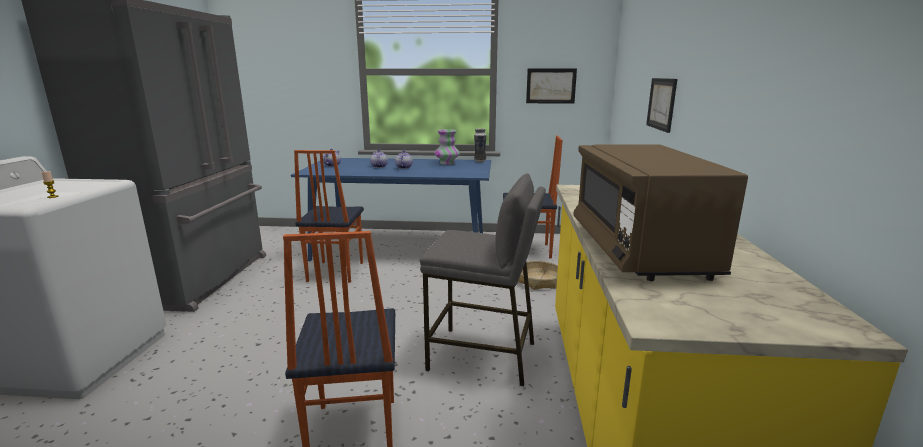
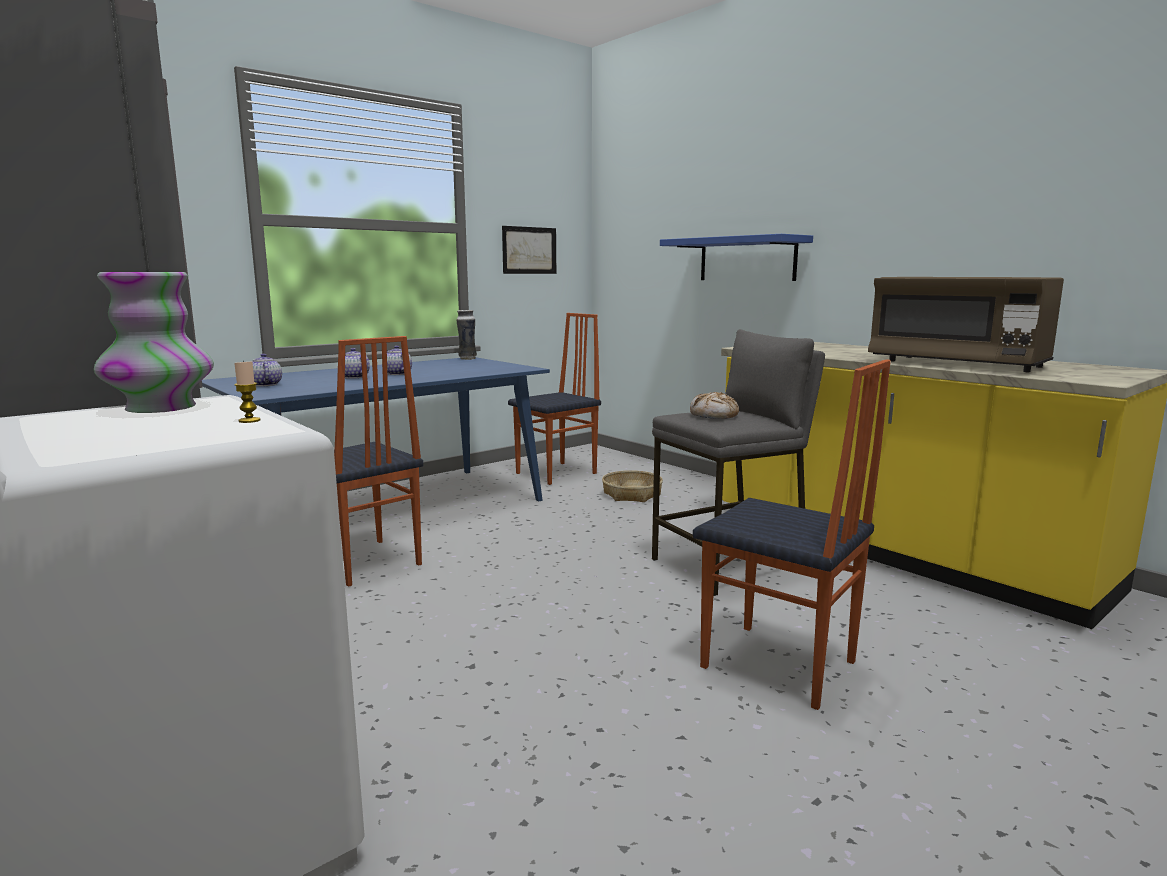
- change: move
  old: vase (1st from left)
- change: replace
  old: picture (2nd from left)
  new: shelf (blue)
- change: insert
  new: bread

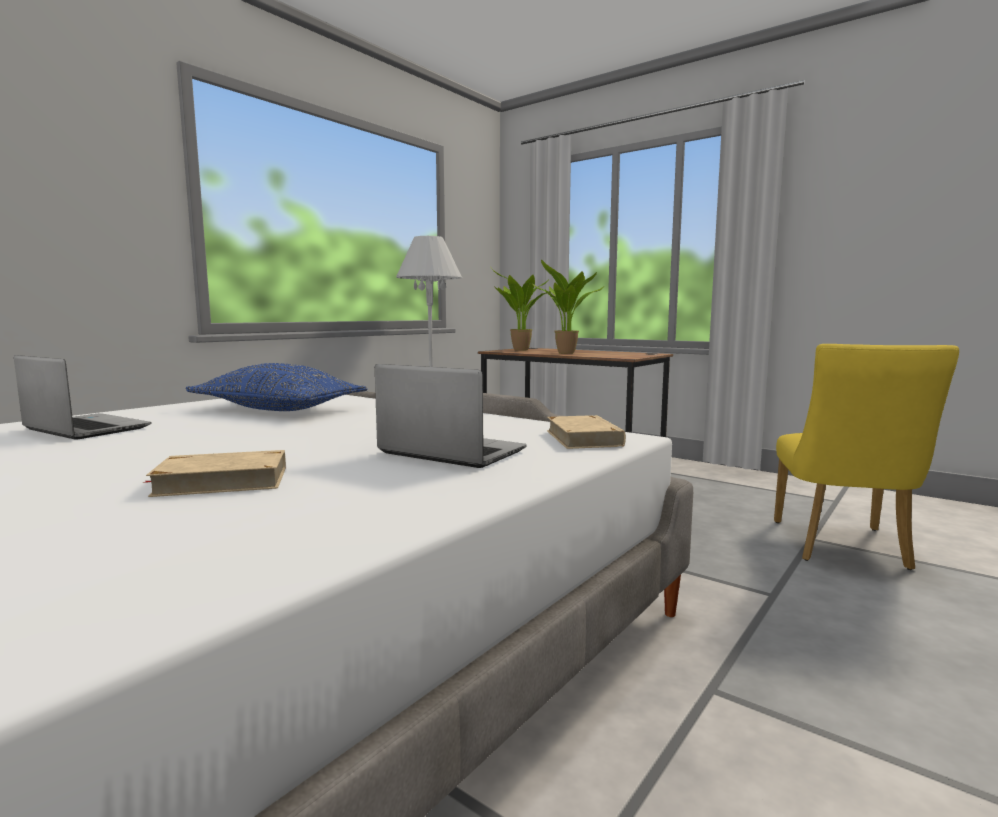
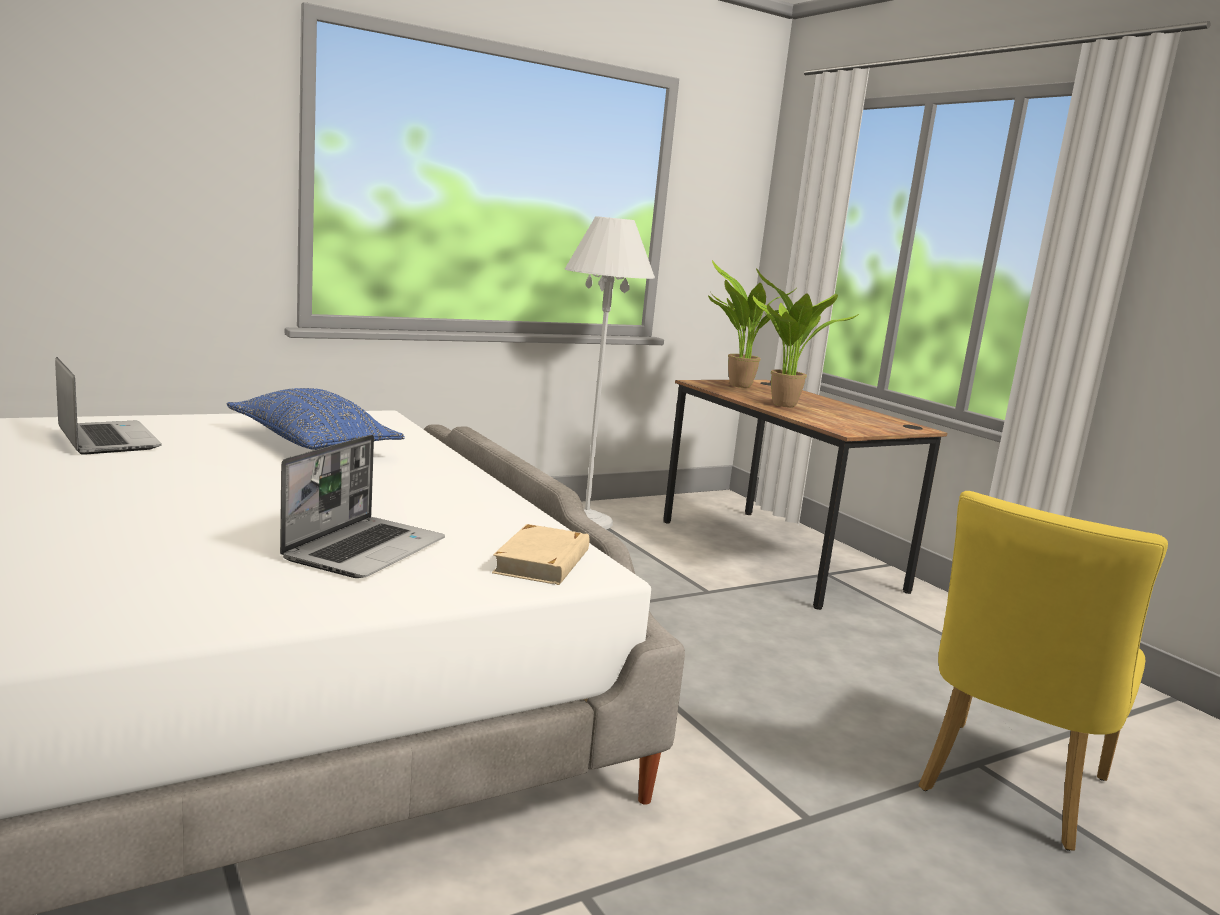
- change: rotate
  old: laptop (2nd from left)
  degrees: 60
- change: delete
  old: book (beige) (1st from left)

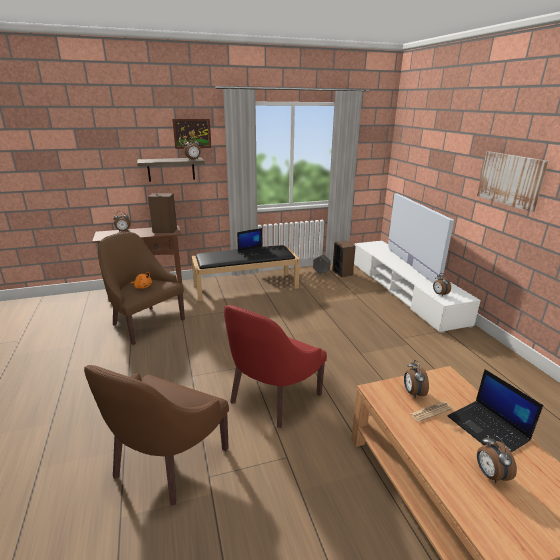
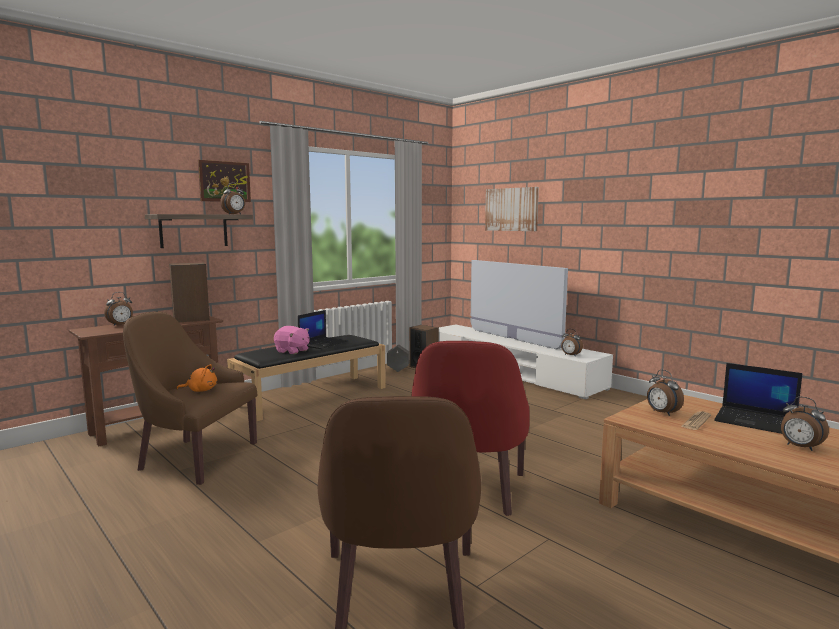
- change: insert
  new: plush toy (pink)
- change: move
  old: picture (2nd from left)

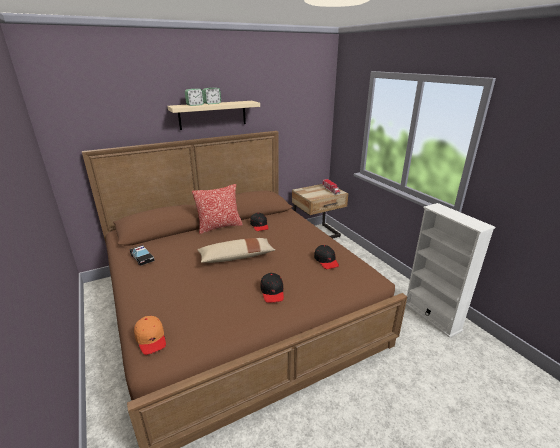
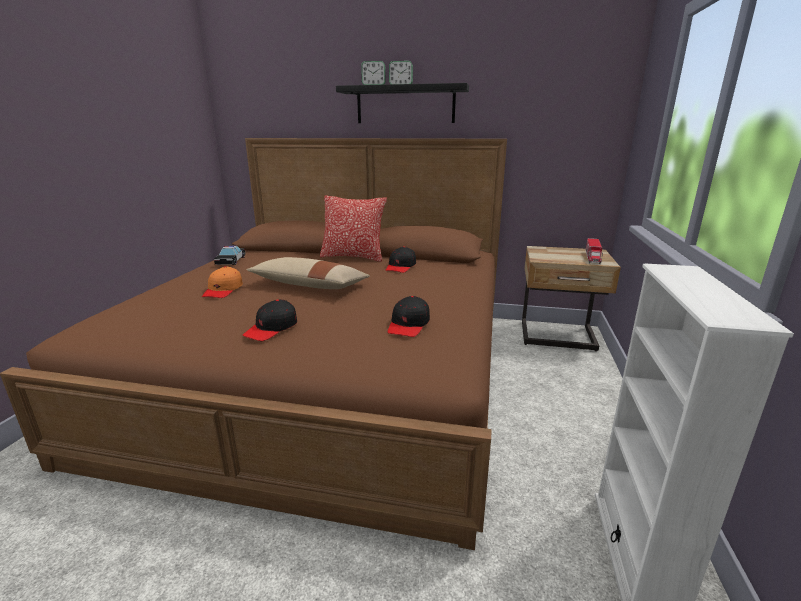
- change: move
  old: cap (orange)
- change: recolor
  old: shelf (beige)
  new: shelf (black)

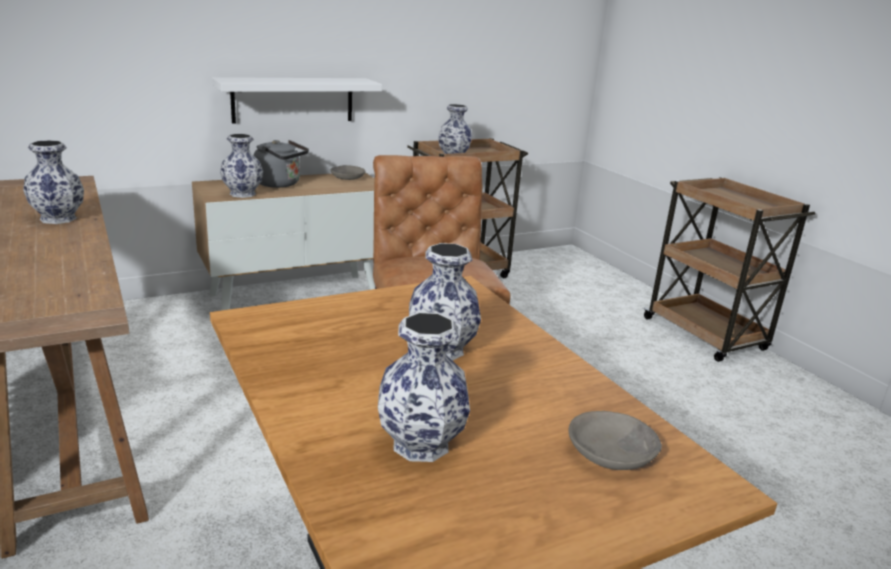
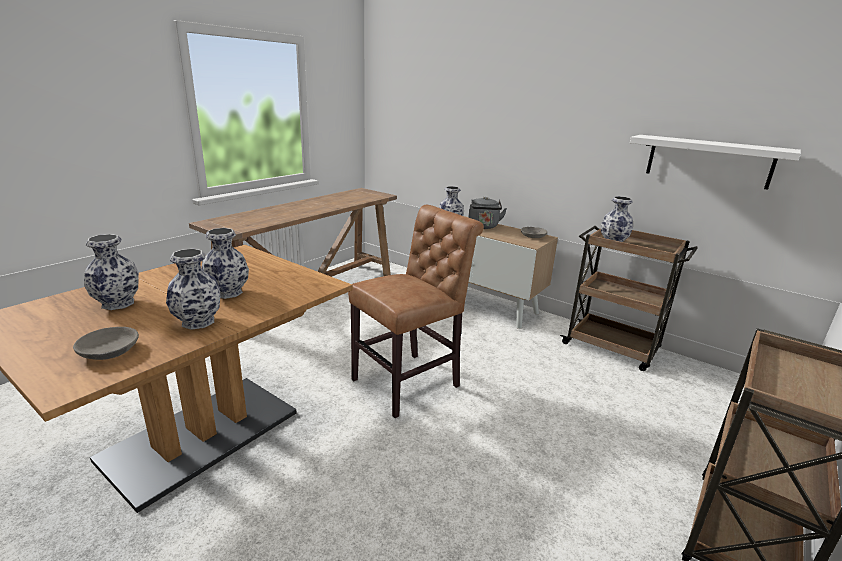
- change: move
  old: vase (1st from left in the first image)
  new: vase (2nd from left)
- change: move
  old: shelf (white)

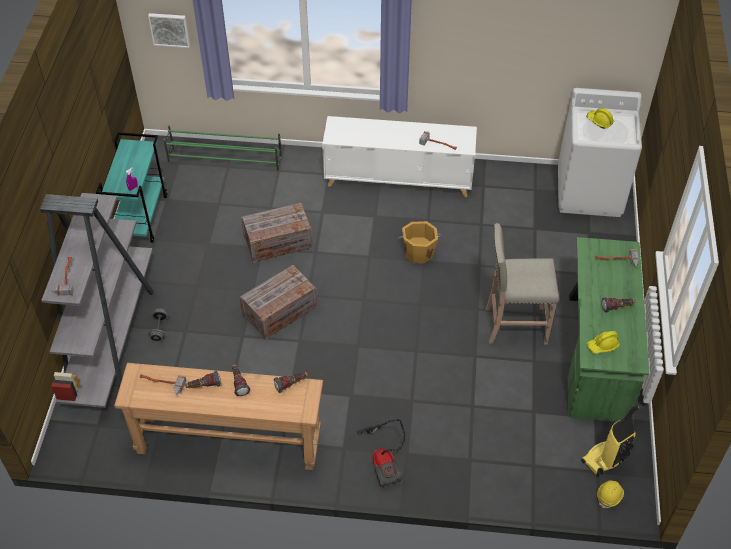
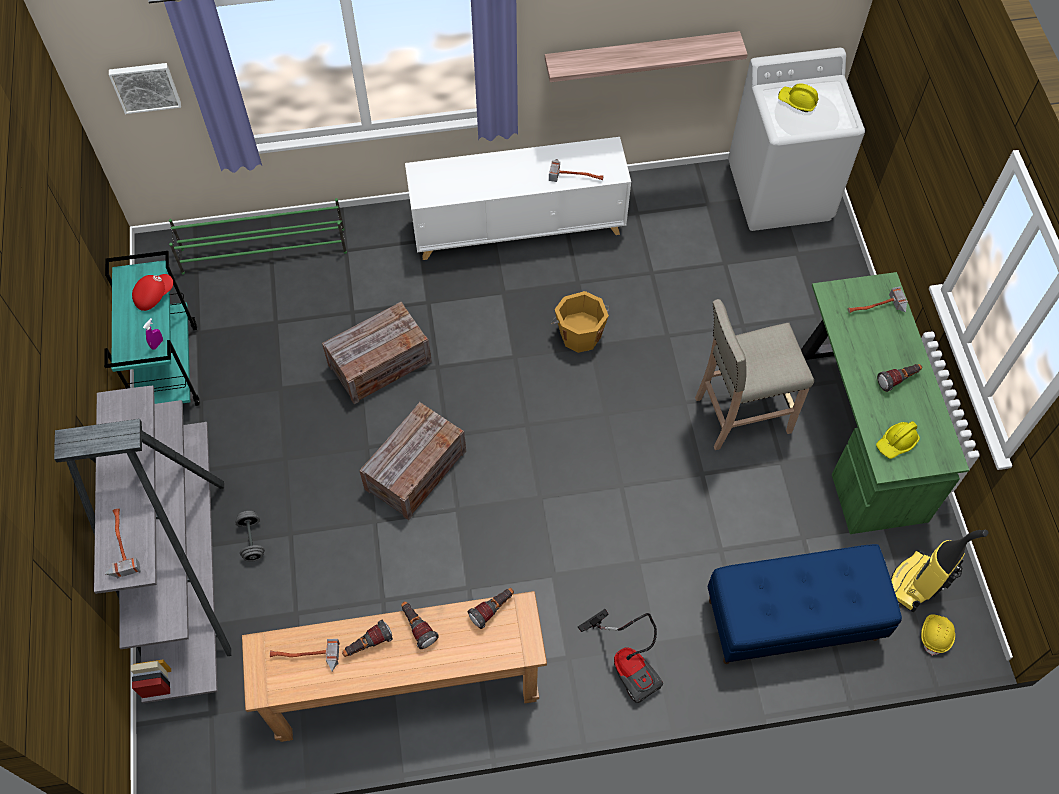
- change: insert
  new: cap (red)
- change: insert
  new: shelf
- change: insert
  new: bench (blue)

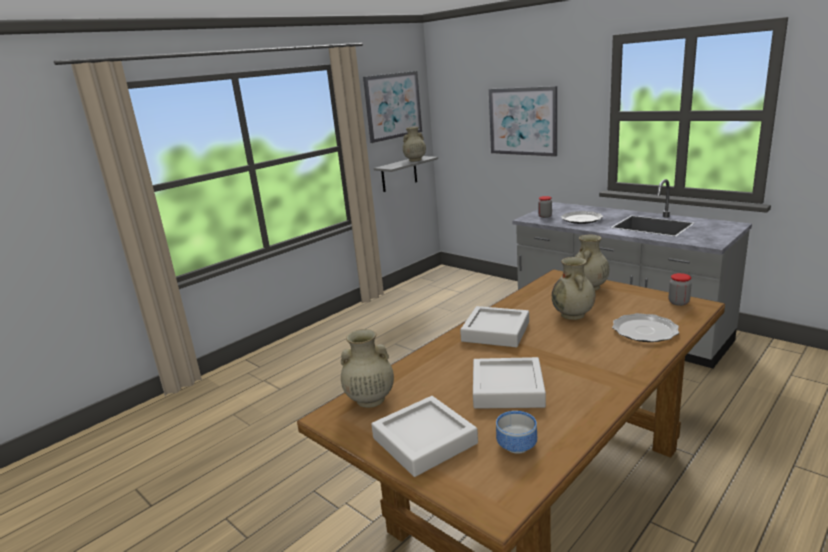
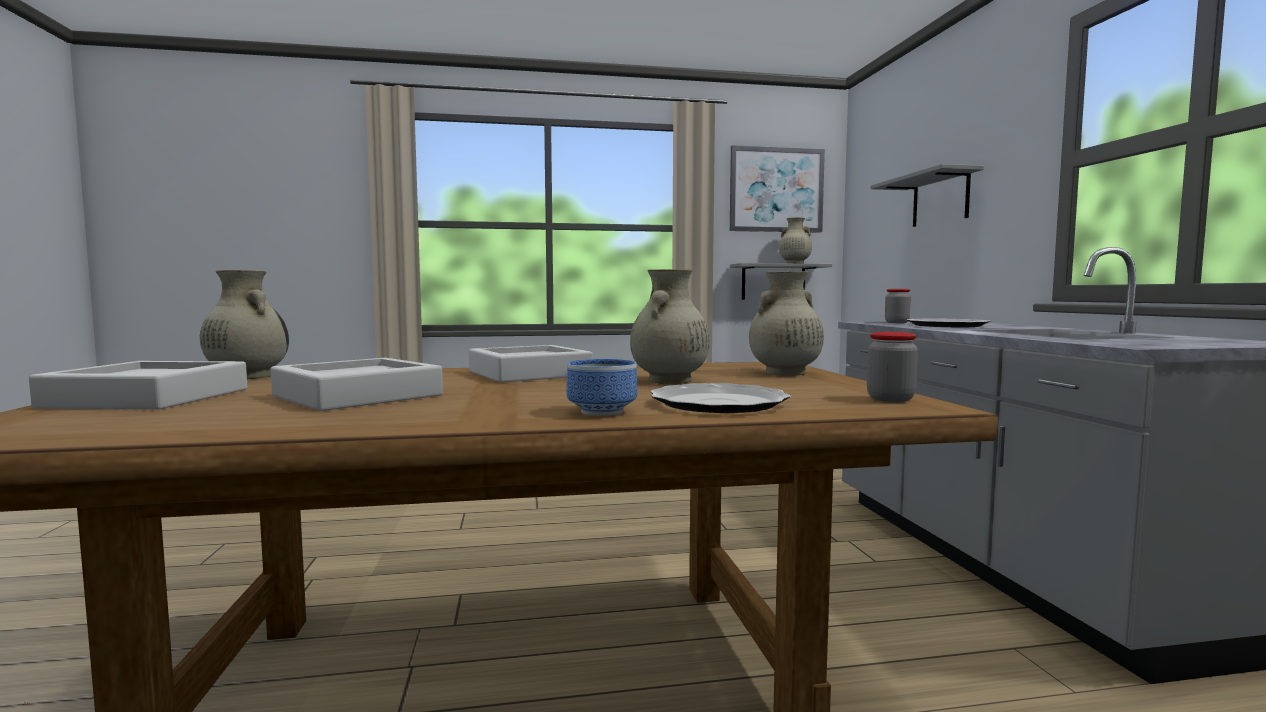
- change: move
  old: bowl
- change: replace
  old: picture (2nd from left)
  new: shelf (grey) (2nd from left)

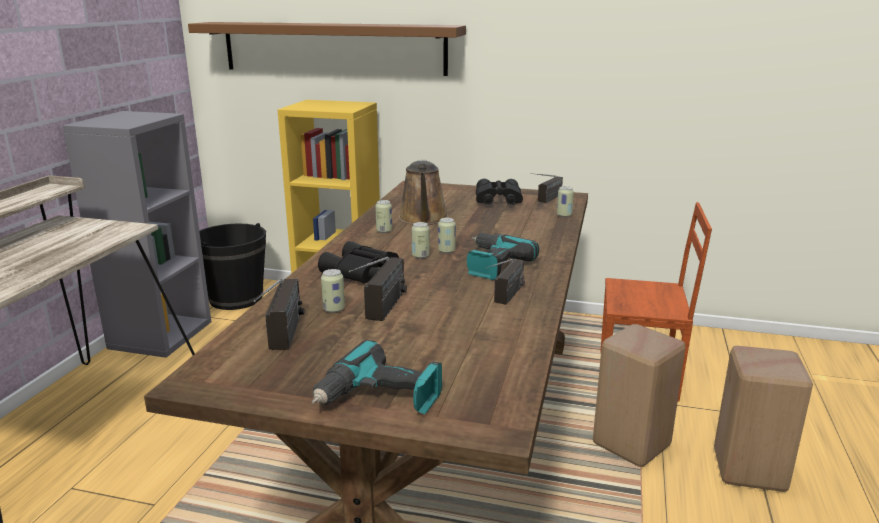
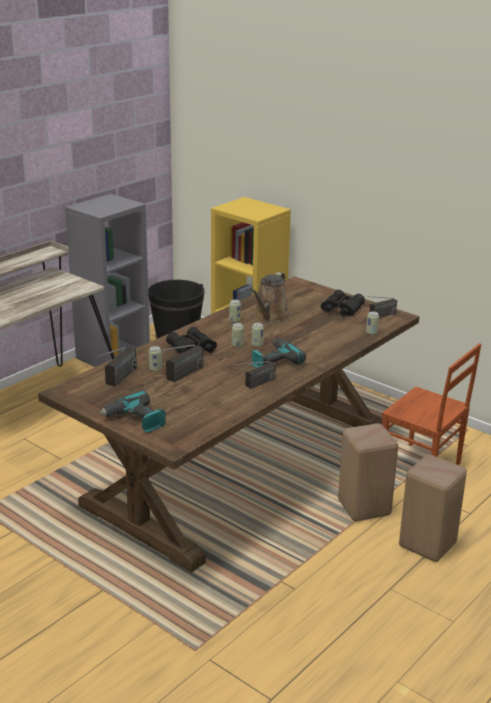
- change: delete
  old: shelf (brown)

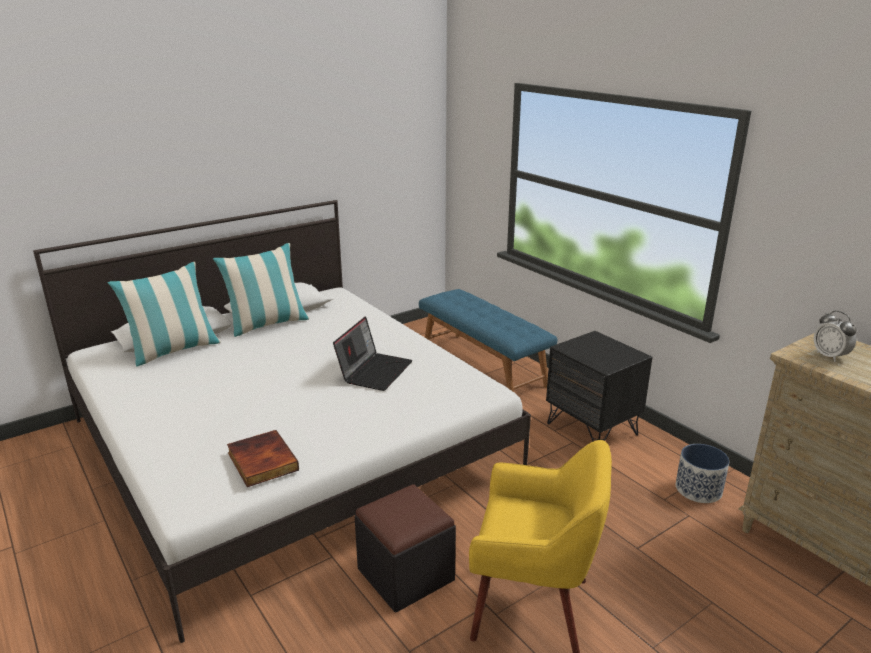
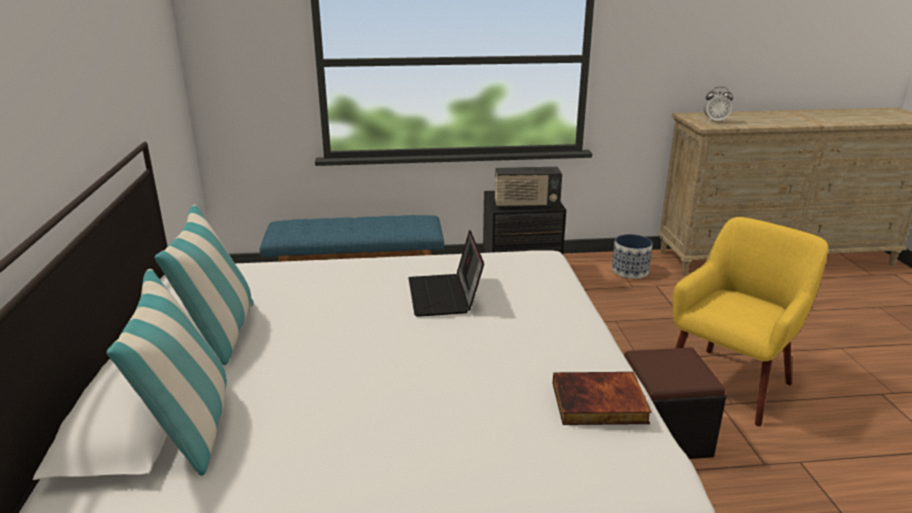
- change: rotate
  old: laptop
  degrees: -150
- change: insert
  new: radio

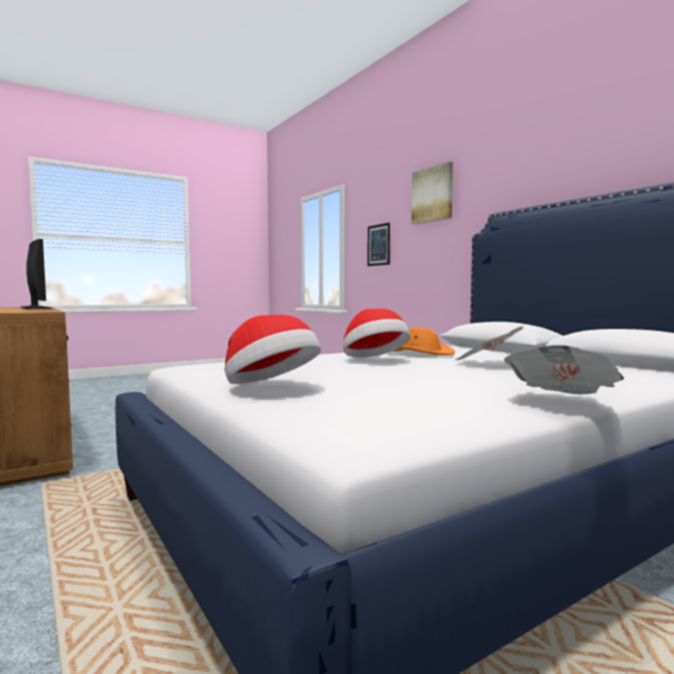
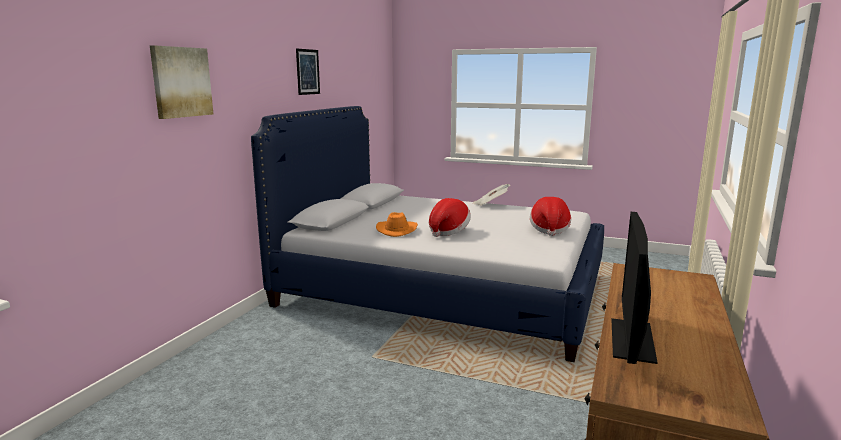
- change: move
  old: picture (1st from left in the first image)
  new: picture (2nd from left)
- change: delete
  old: newspaper (1st from left)

